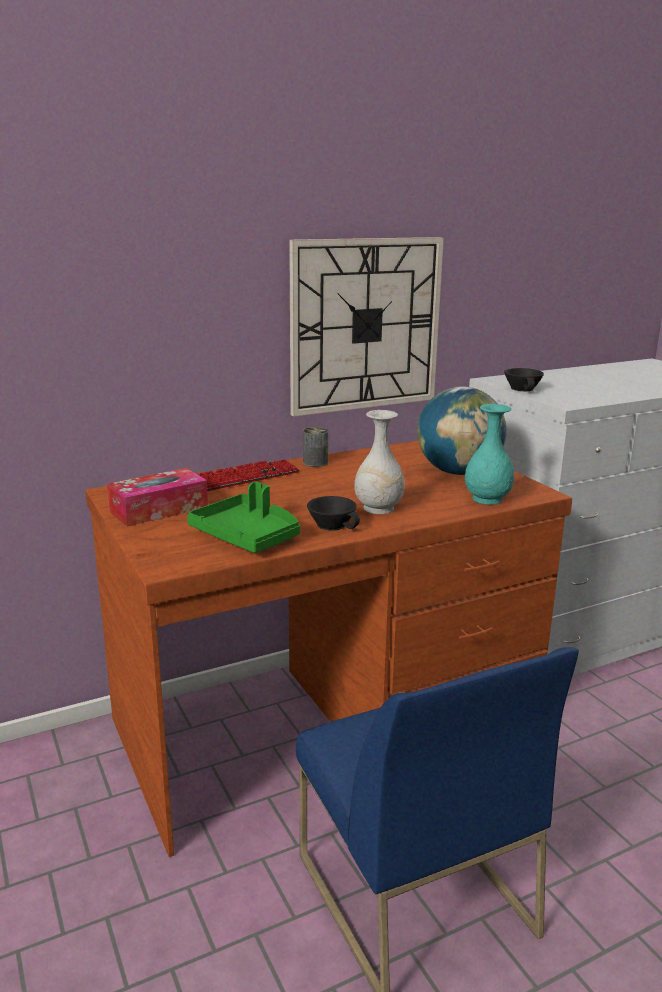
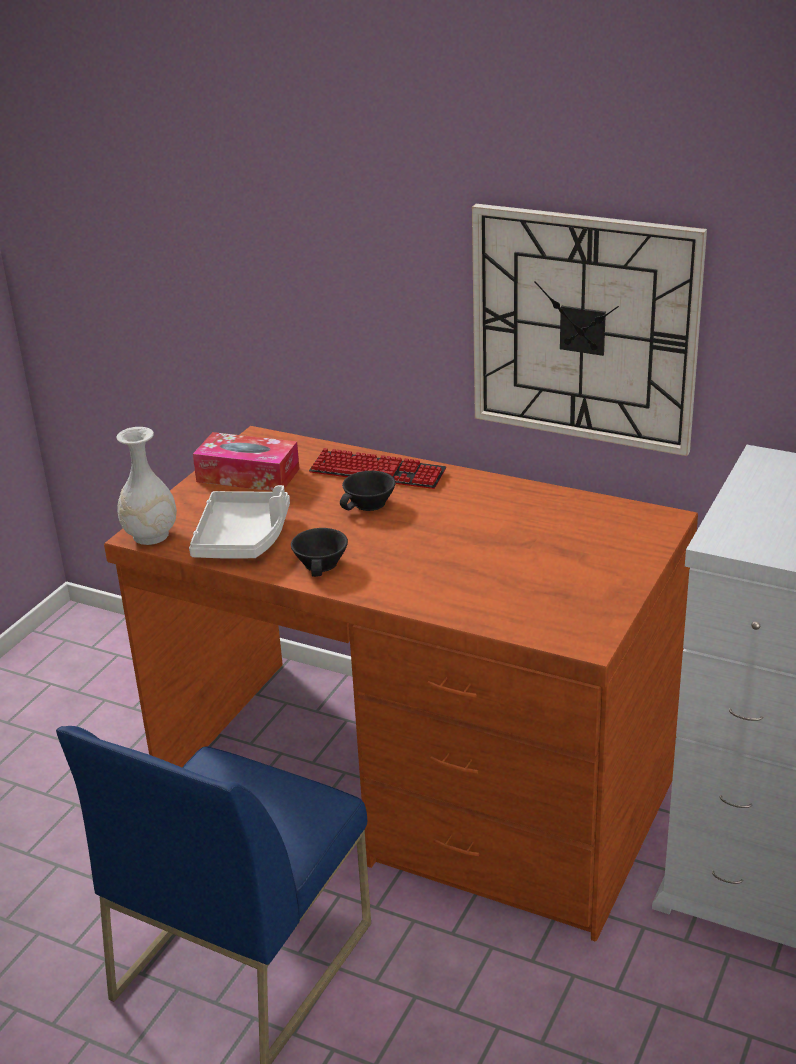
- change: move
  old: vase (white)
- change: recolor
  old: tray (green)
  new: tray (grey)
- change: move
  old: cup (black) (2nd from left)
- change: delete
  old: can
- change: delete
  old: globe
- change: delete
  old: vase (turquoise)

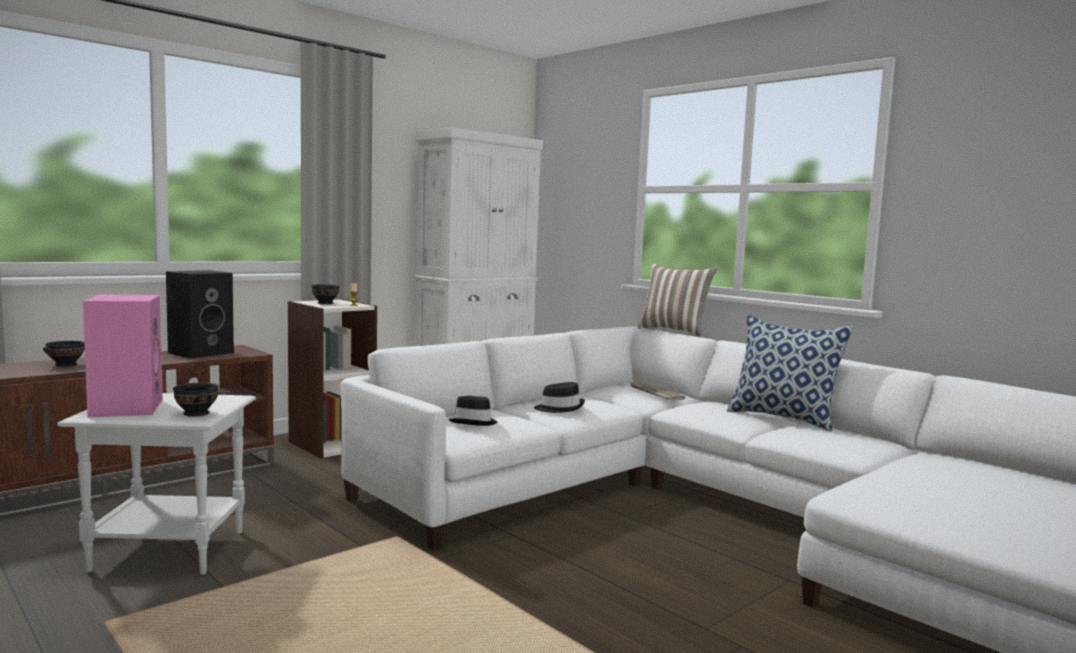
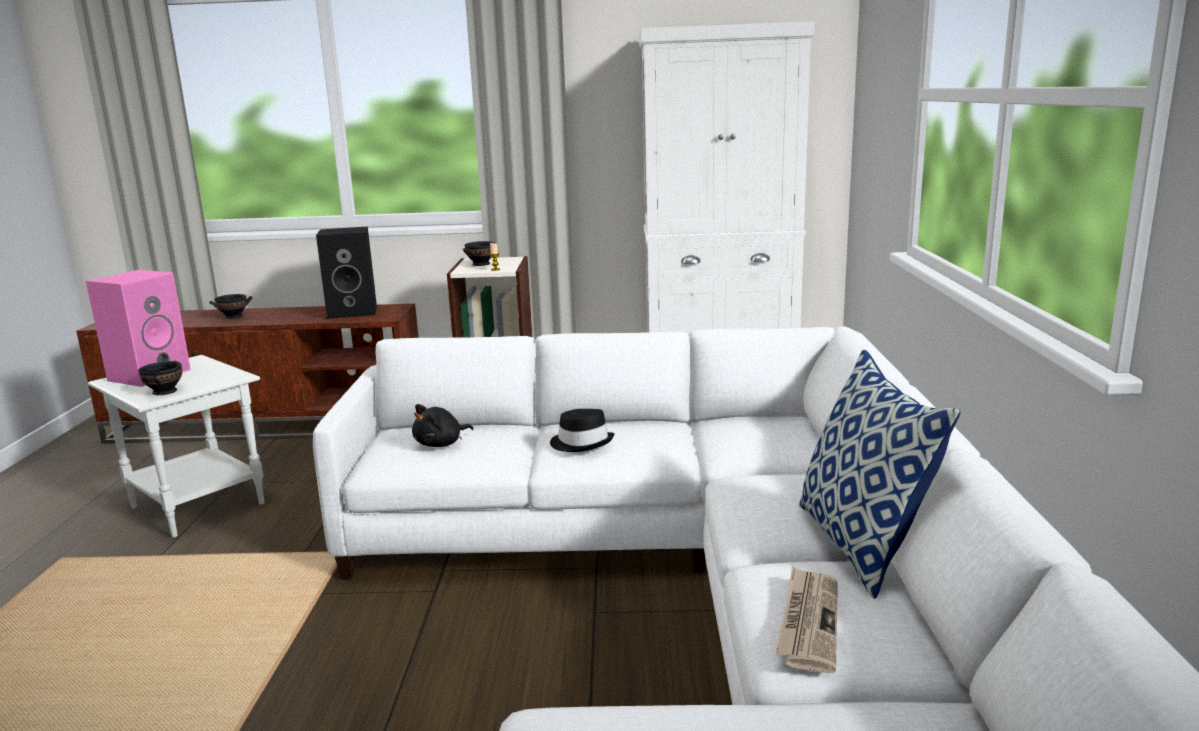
- change: replace
  old: hat (black) (1st from left)
  new: plush toy (black)
- change: move
  old: newspaper
- change: delete
  old: pillow (1st from left)

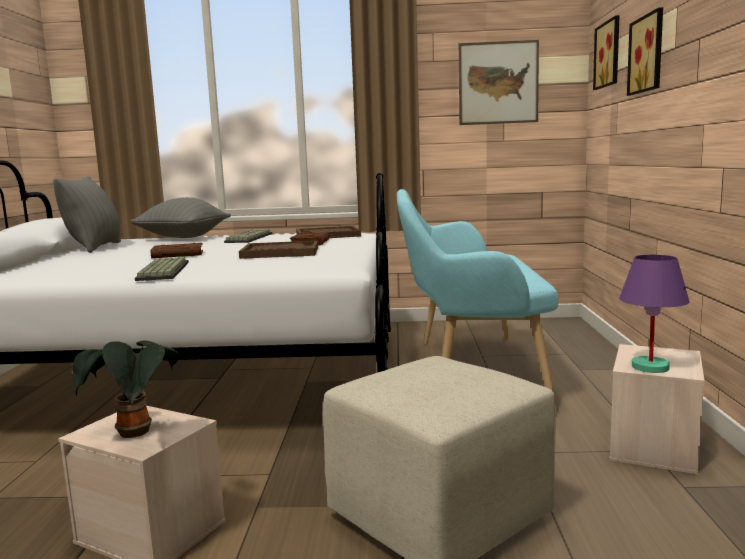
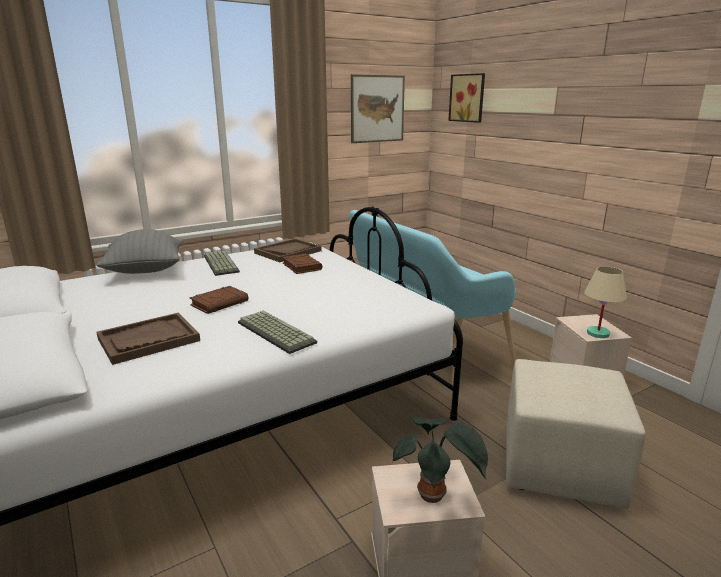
- change: move
  old: tray (brown) (1st from left)
- change: recolor
  old: table lamp (purple)
  new: table lamp (beige)
- change: delete
  old: pillow (grey) (1st from left)
- change: delete
  old: picture (3rd from left)

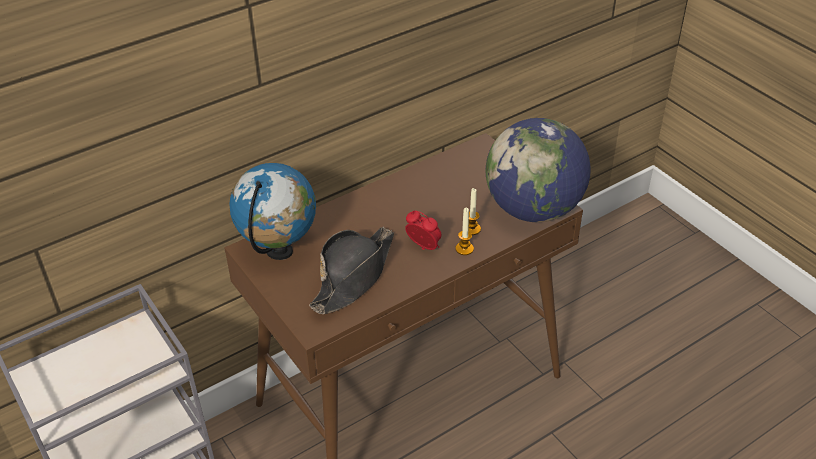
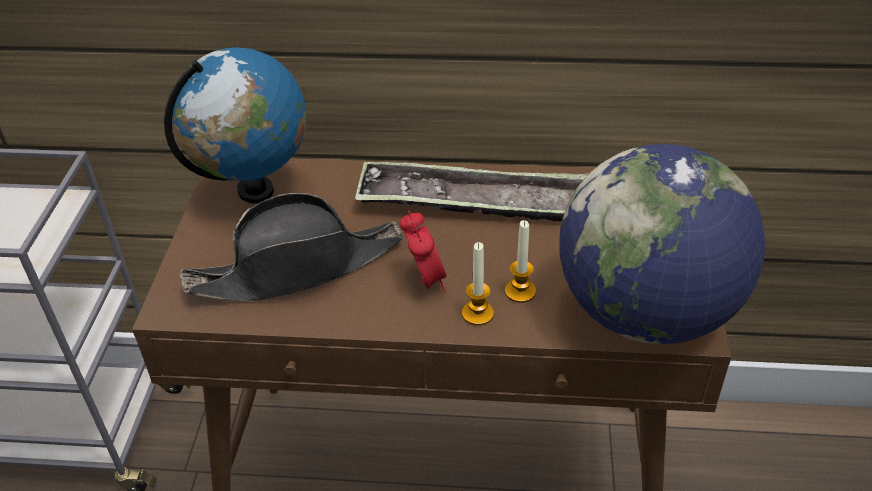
- change: insert
  new: tray

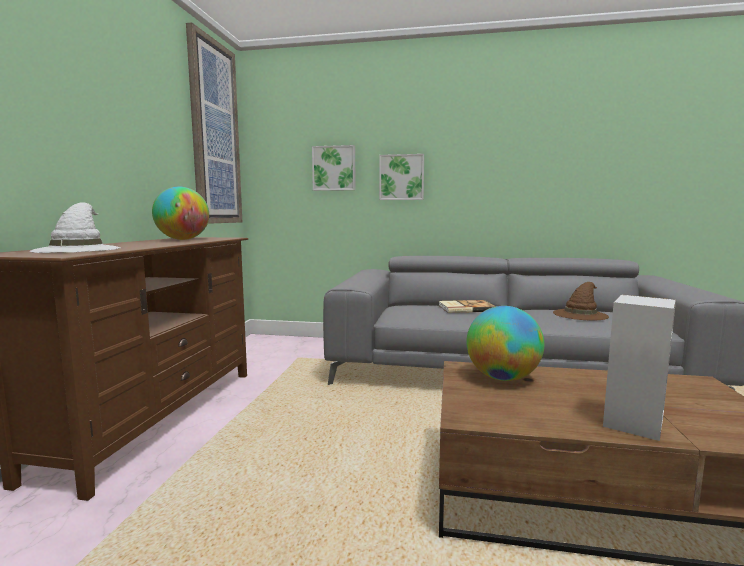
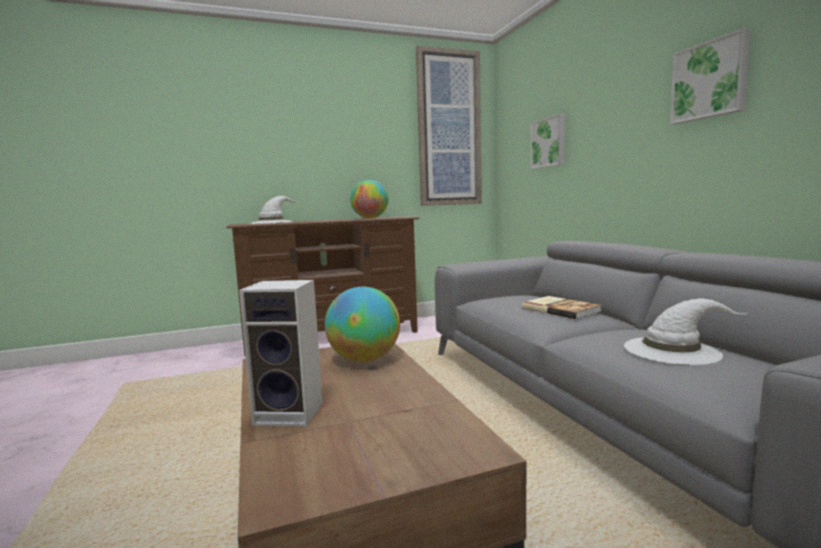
- change: recolor
  old: hat (brown)
  new: hat (white) (2nd from left)
- change: move
  old: picture (3rd from left)

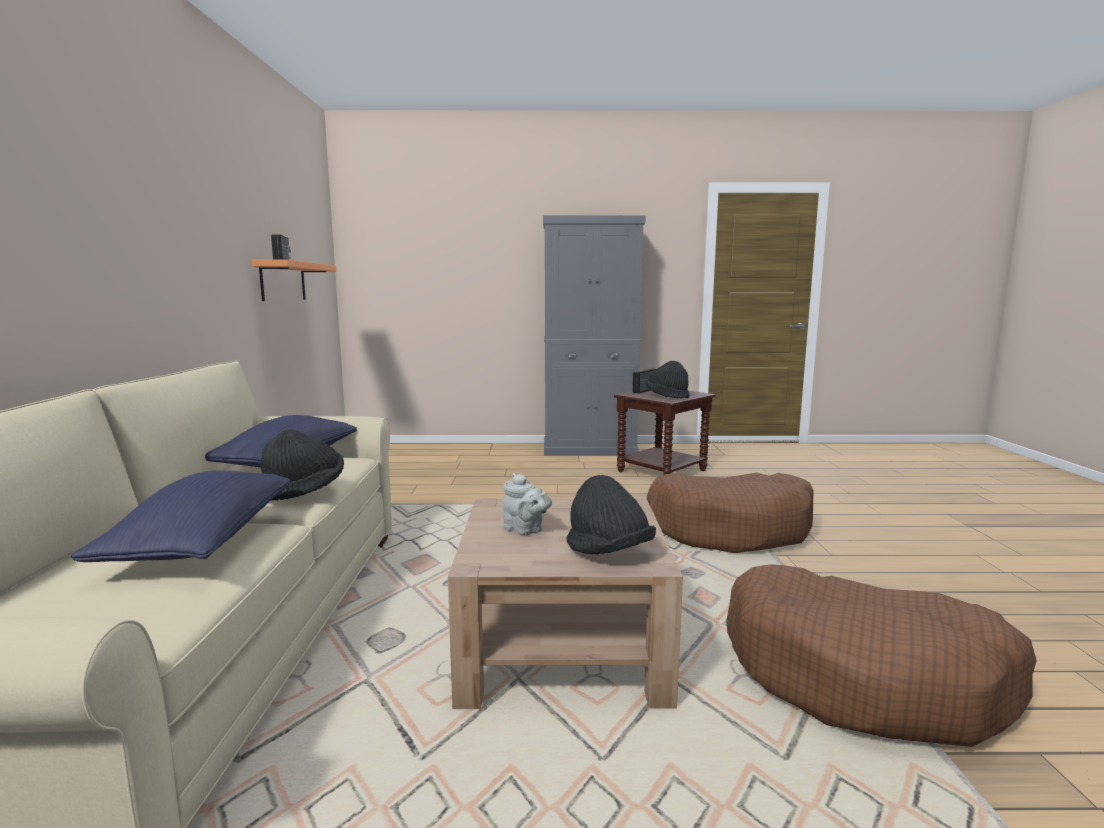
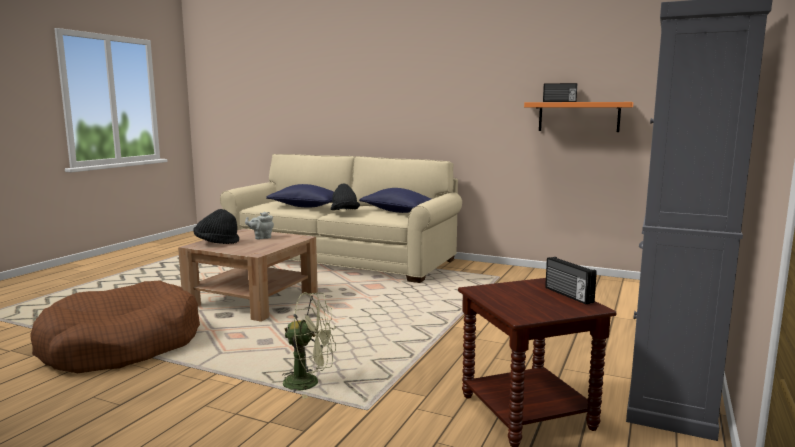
- change: replace
  old: dog bed (brown) (1st from left)
  new: fan (green)
- change: delete
  old: hat (black) (3rd from left)

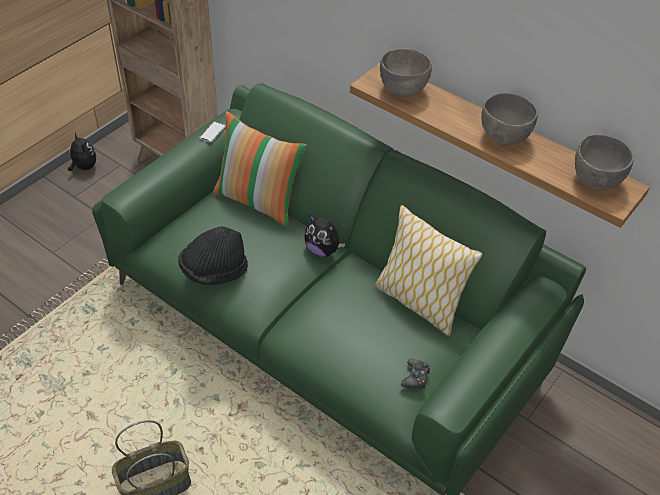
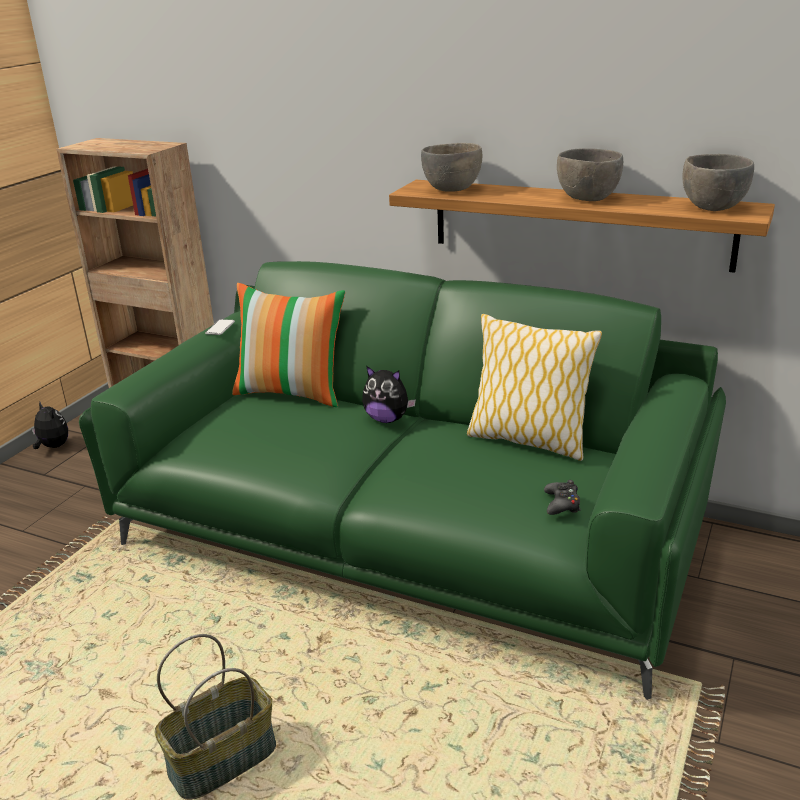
- change: delete
  old: hat (black)

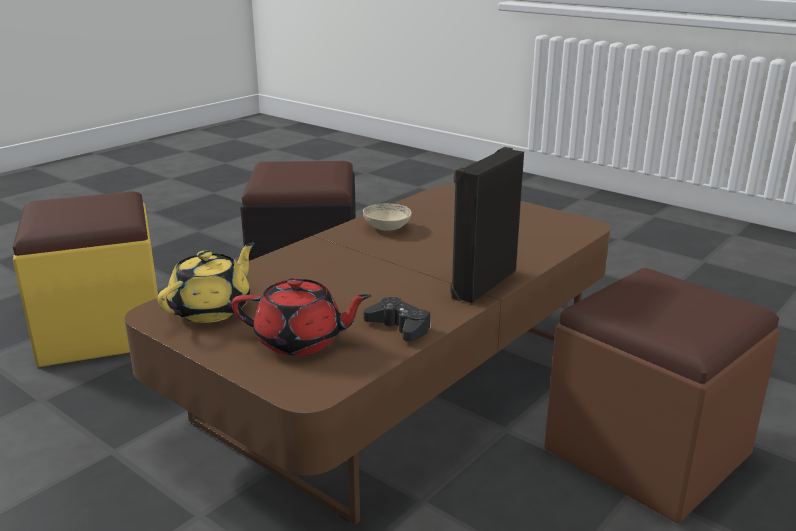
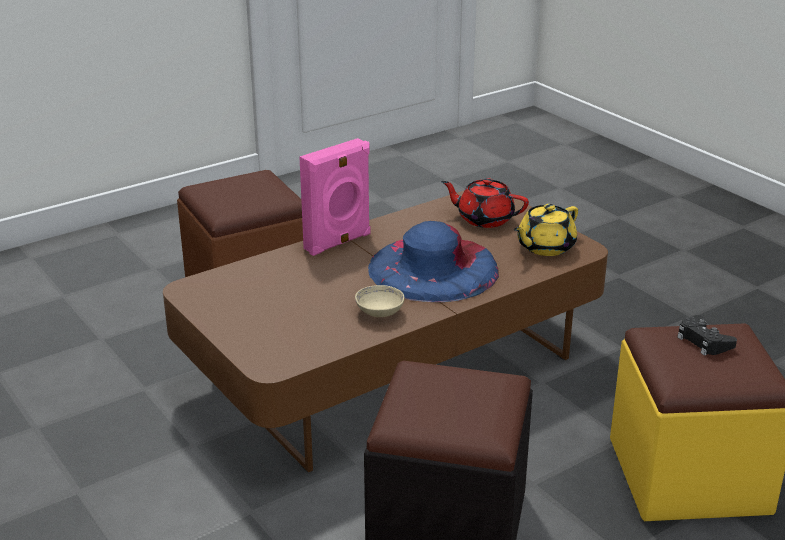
- change: recolor
  old: speaker (black)
  new: speaker (pink)
- change: insert
  new: hat (blue)
- change: move
  old: game controller (black)

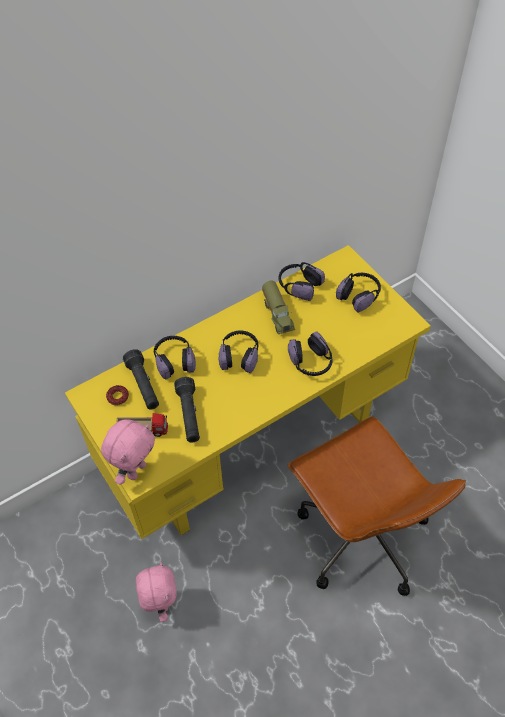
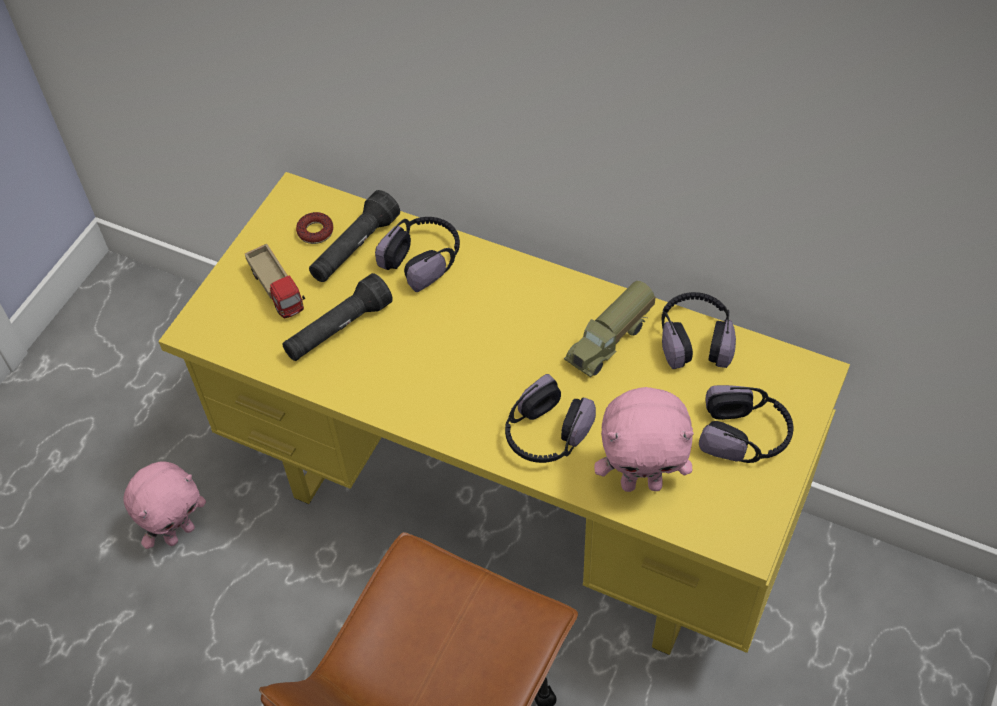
- change: move
  old: plush toy (pink) (1st from left in the first image)
  new: plush toy (pink) (2nd from left)
- change: delete
  old: headphones (2nd from left)

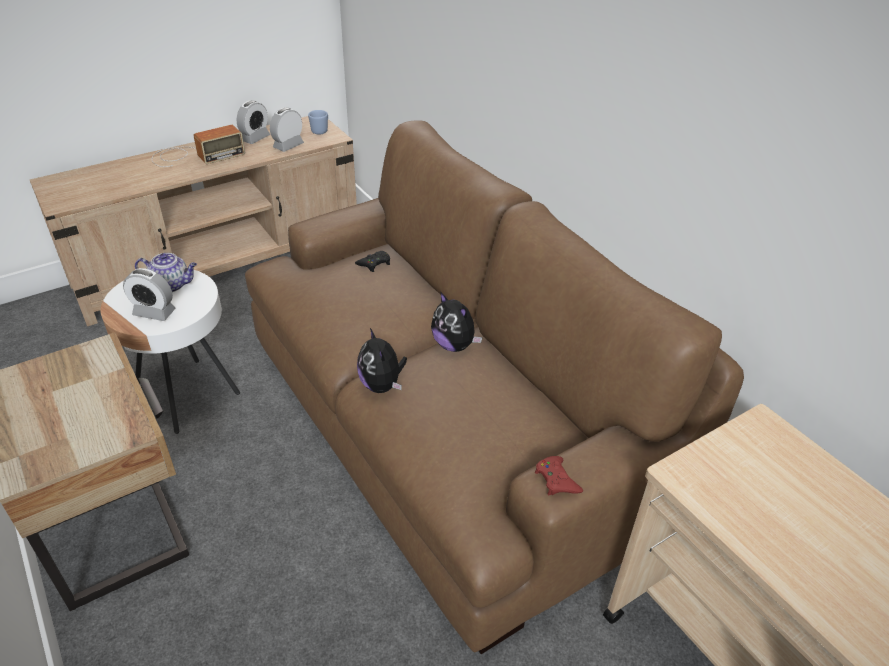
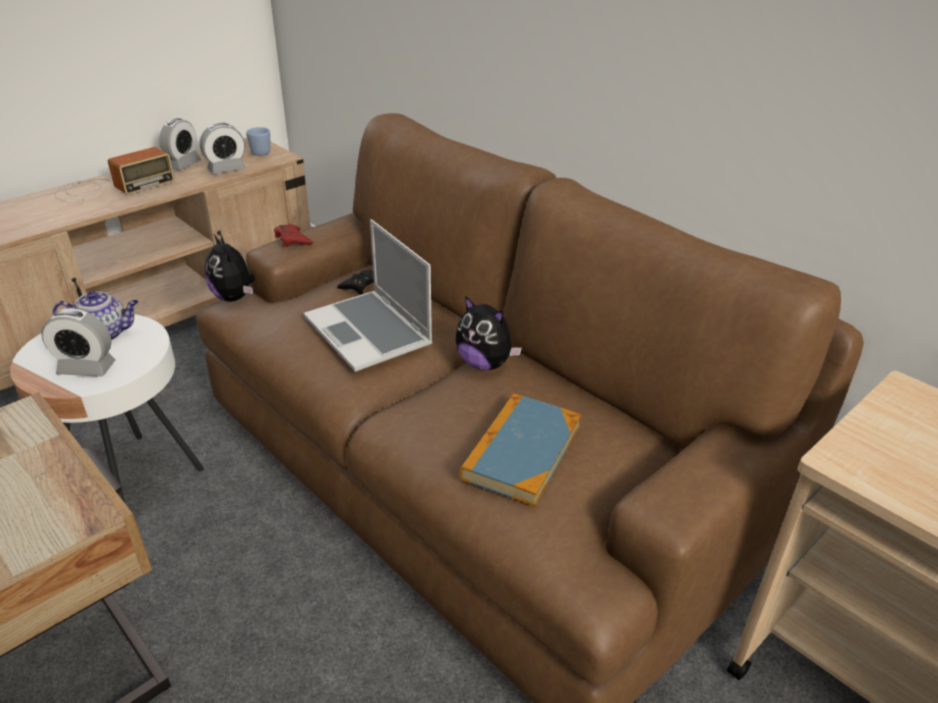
- change: rotate
  old: alarm clock (3rd from left)
  degrees: -150
- change: move
  old: plush toy (1st from left)
- change: move
  old: game controller (red)
- change: insert
  new: laptop
- change: insert
  new: book

